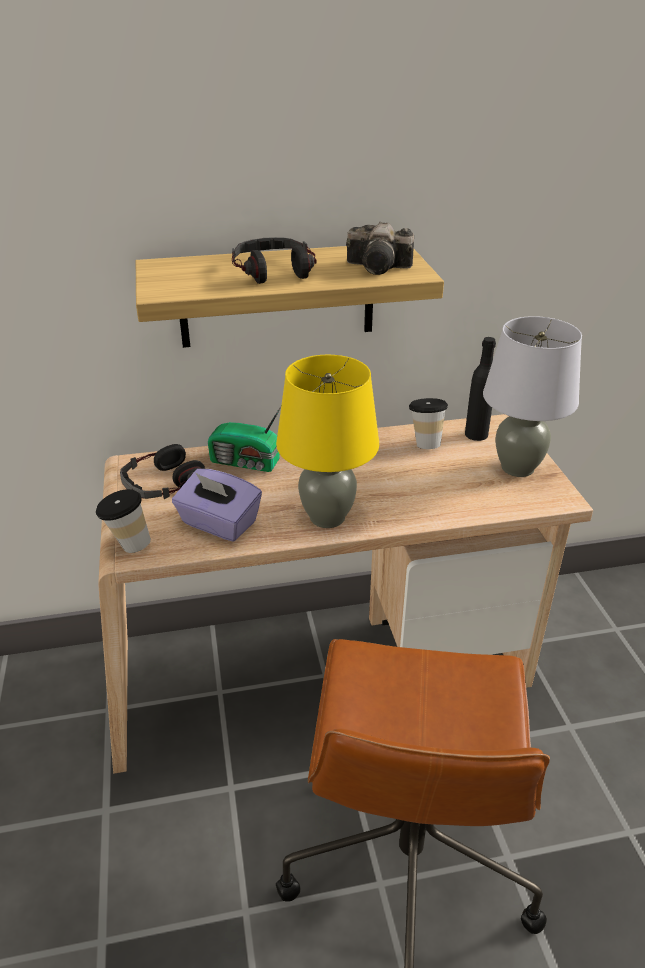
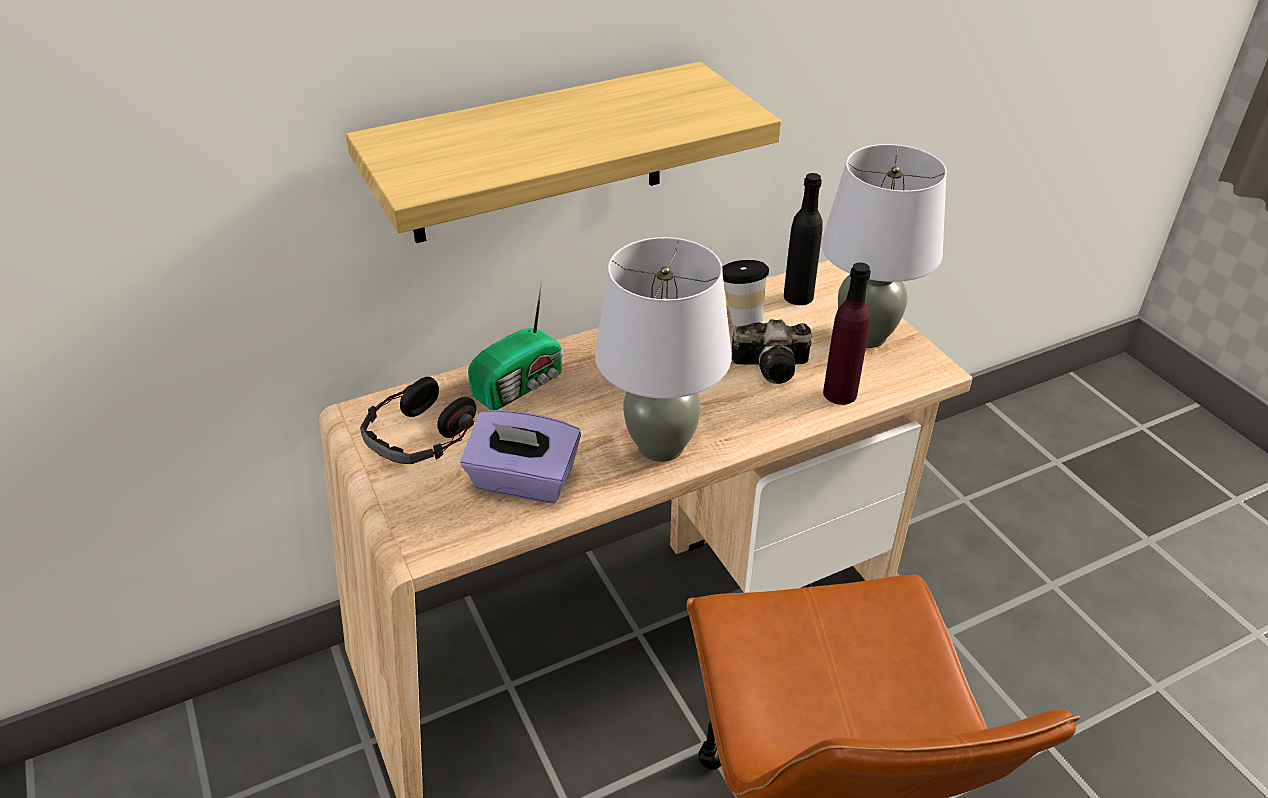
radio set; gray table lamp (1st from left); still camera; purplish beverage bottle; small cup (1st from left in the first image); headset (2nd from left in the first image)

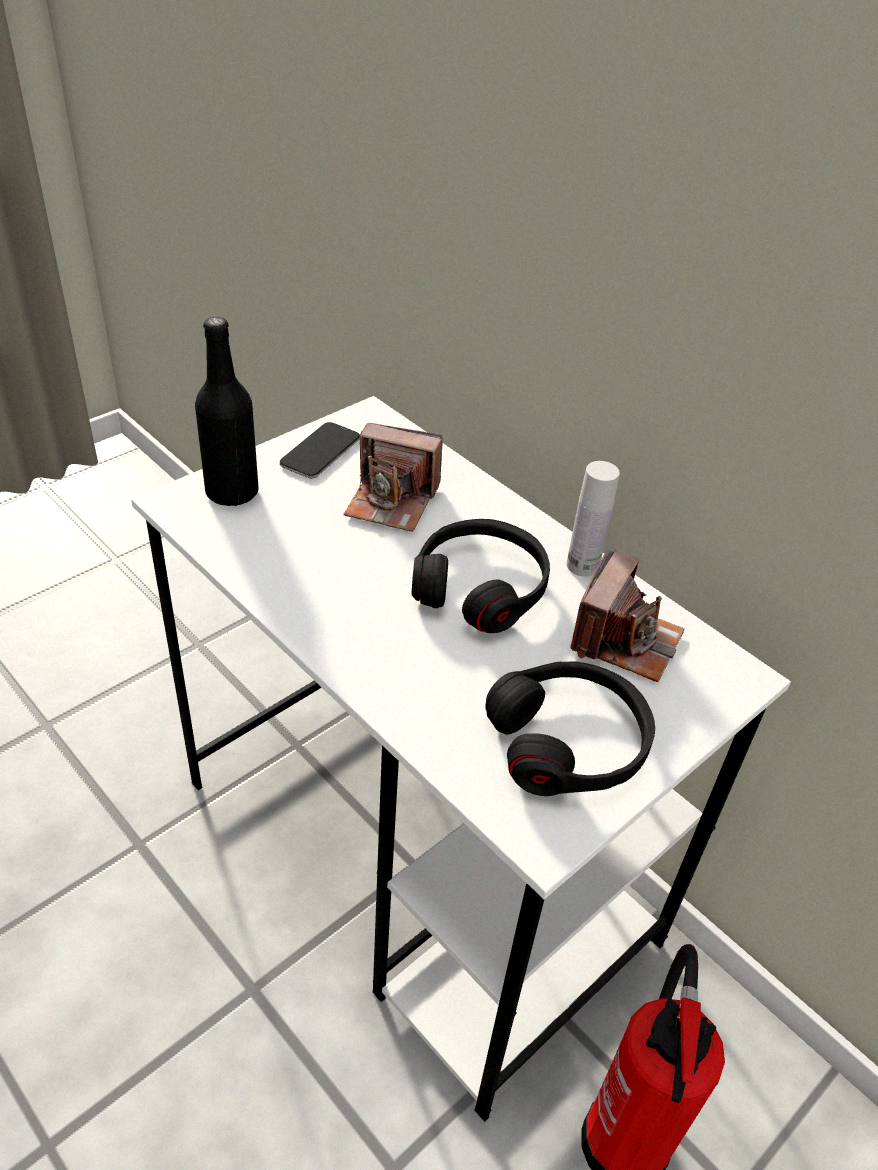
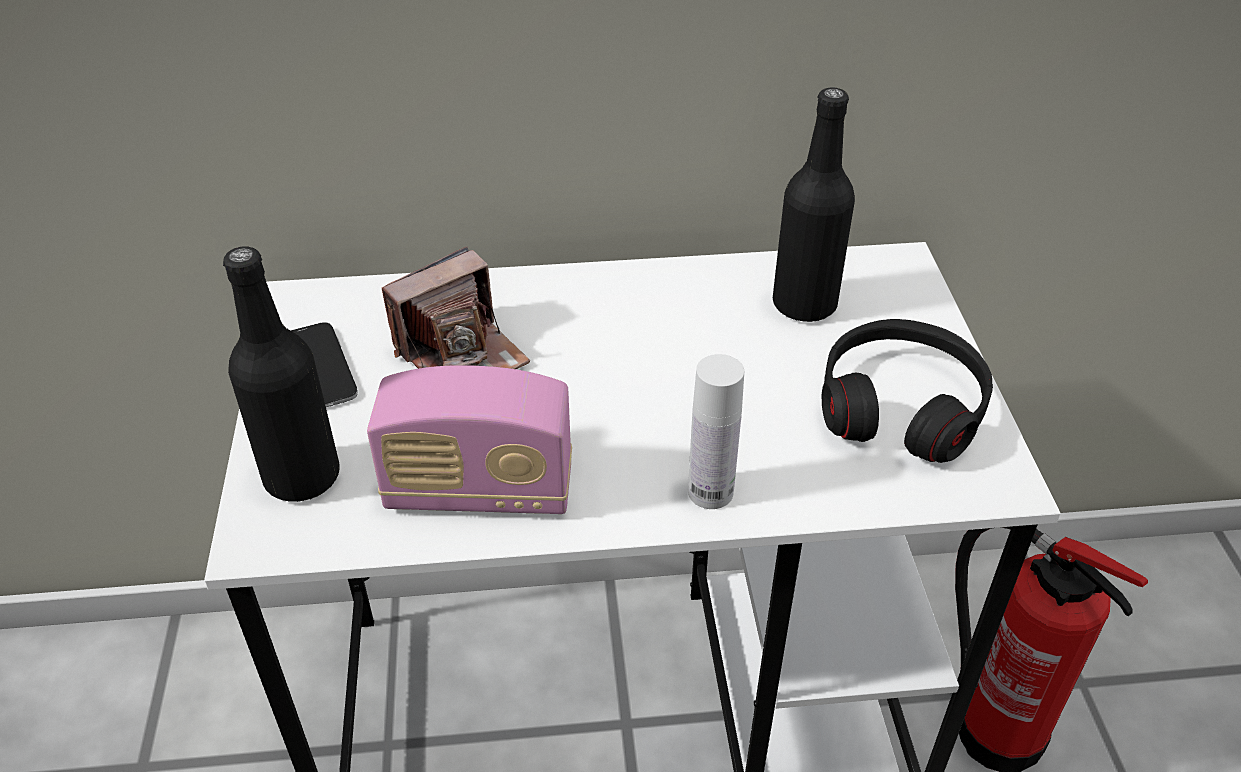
radio set; white beverage bottle; blackish beverage bottle (2nd from left); blackish headset (1st from left in the first image)

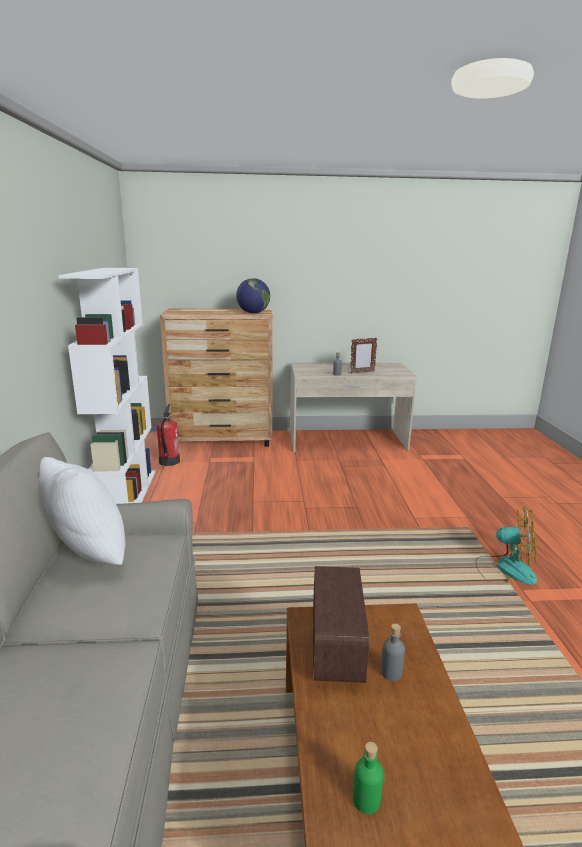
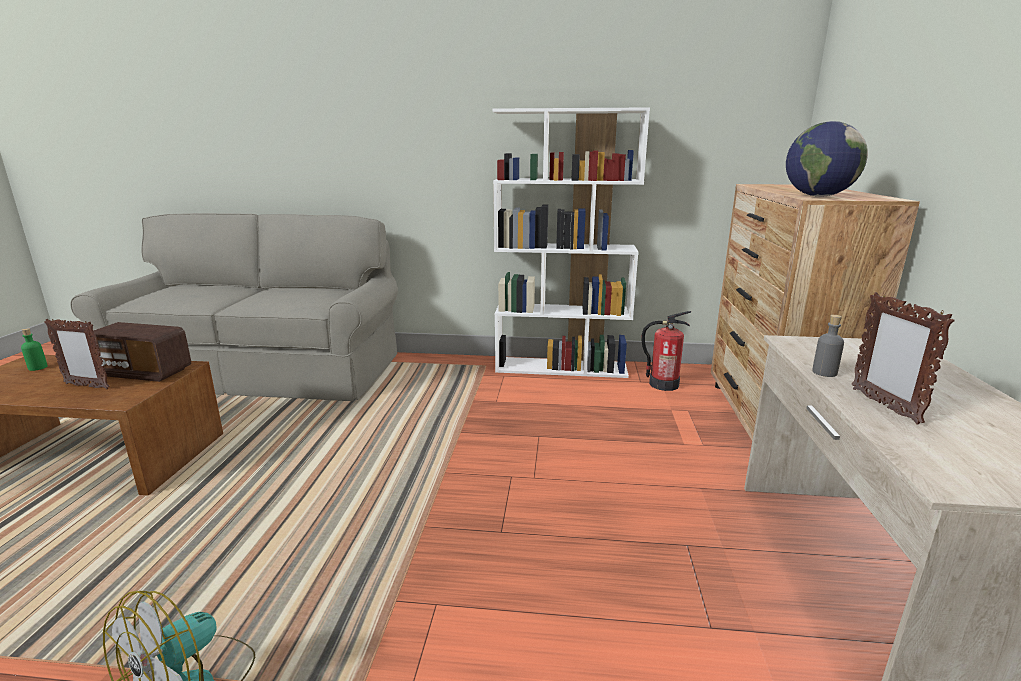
photo frame (1st from left); white pillow

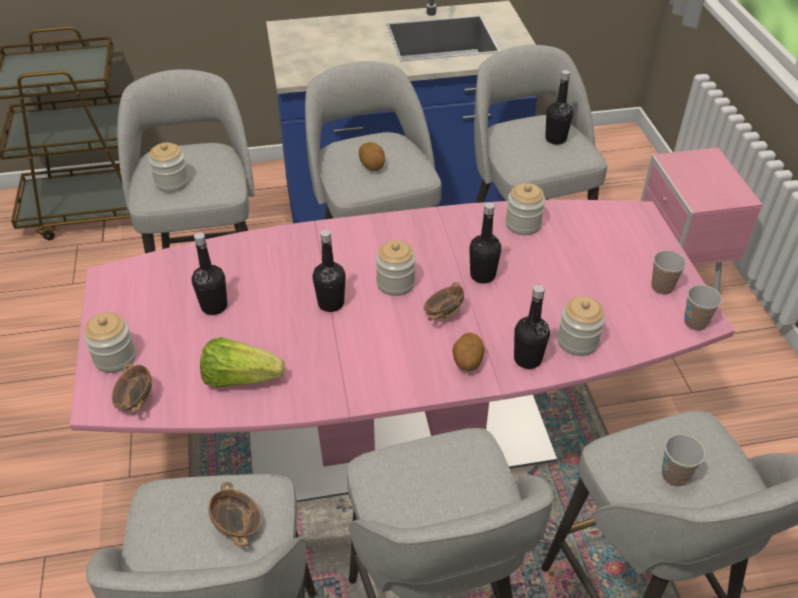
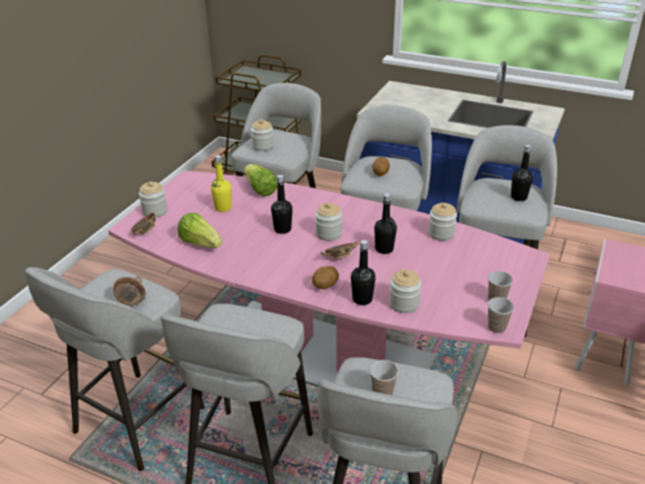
yellow-coloured beverage bottle; head of lettuce (2nd from left)

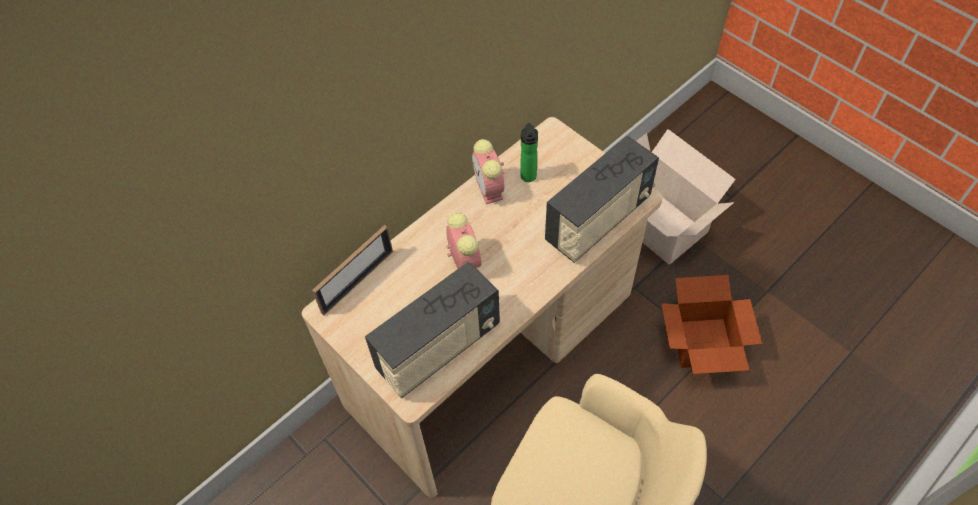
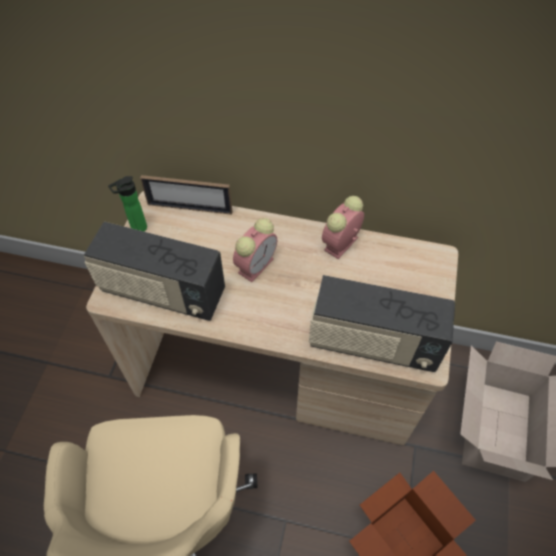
beverage bottle

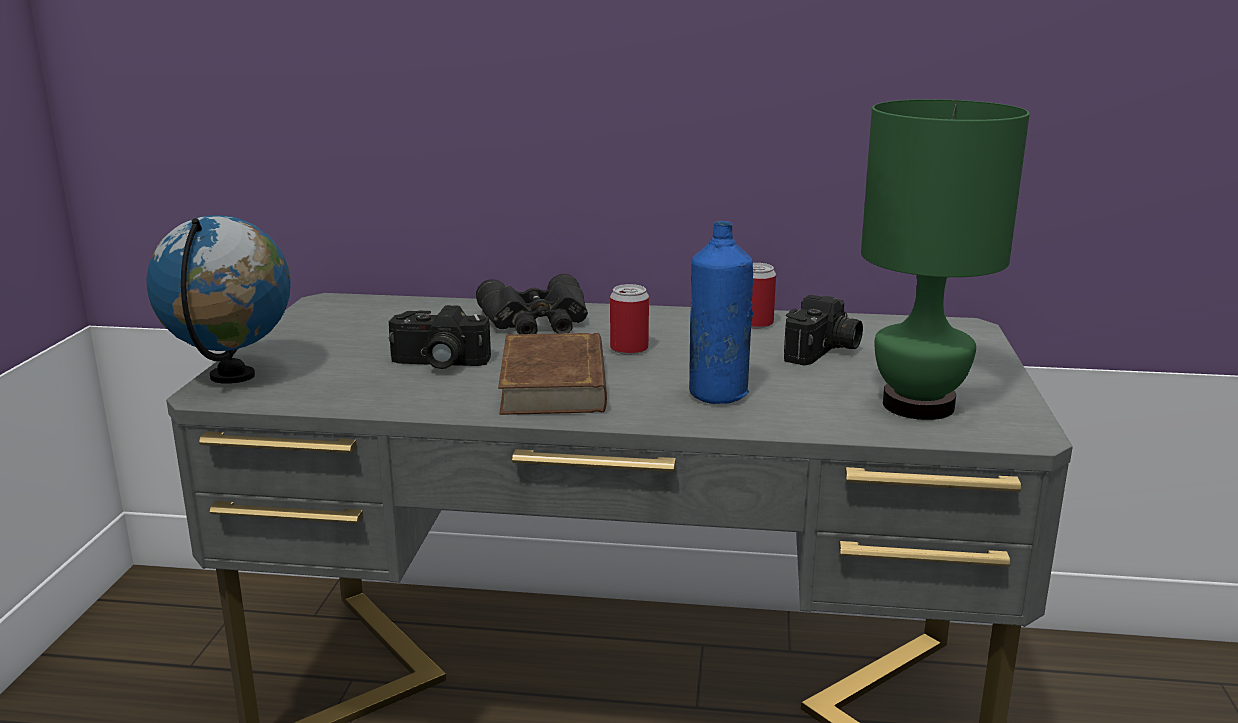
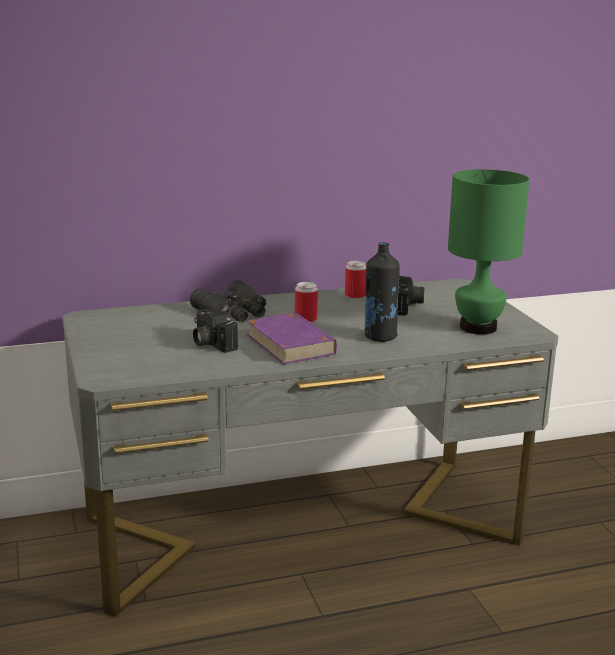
still camera (1st from left); purplish bound book; blackish beverage bottle; globe

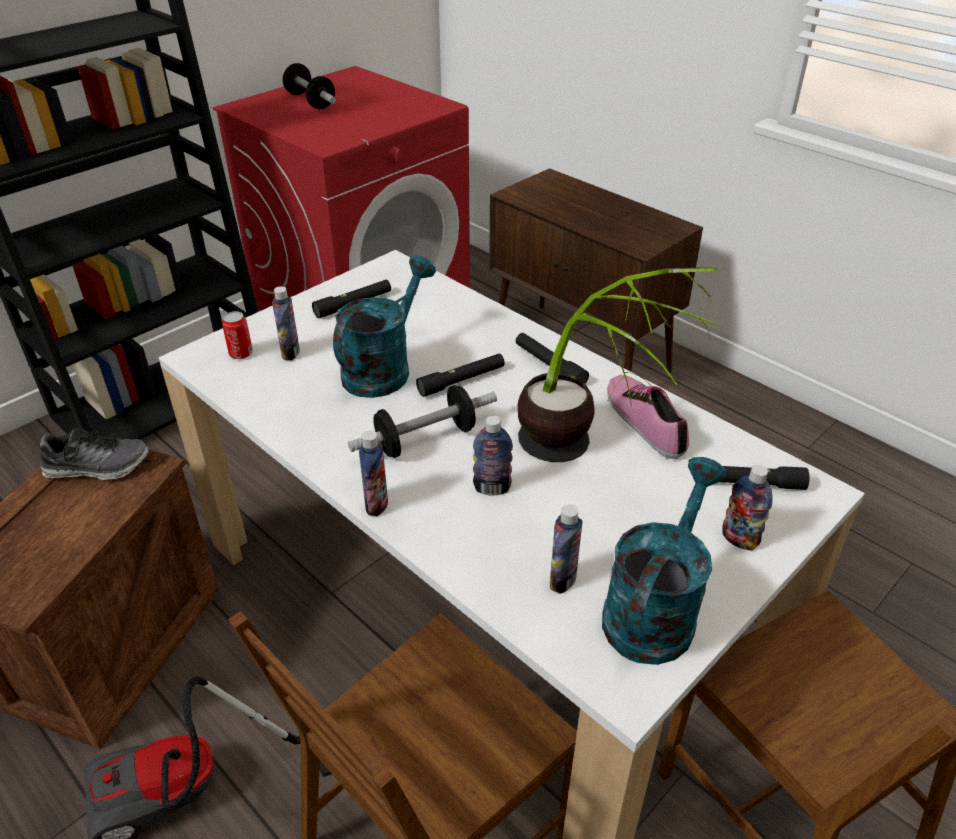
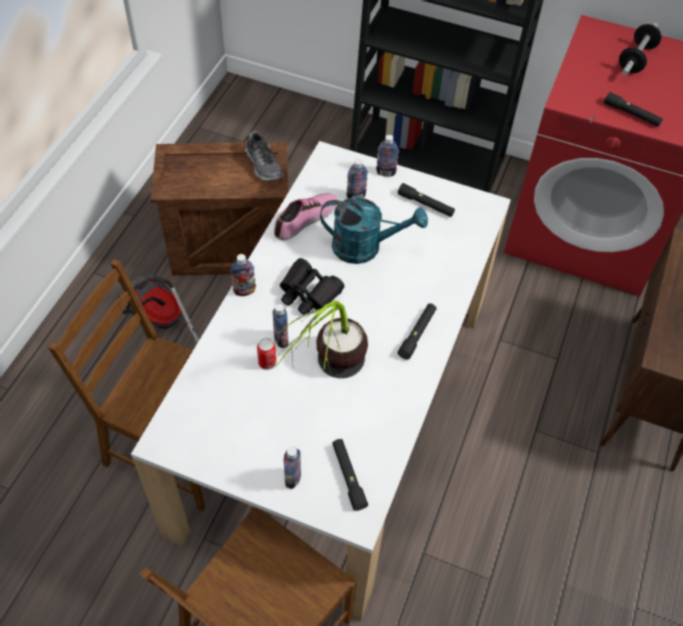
sealed can; item of footwear (2nd from left); blackish field glasses; beverage bottle (5th from left); blackish torch (4th from left); turquoise watering pot (2nd from left in the first image)

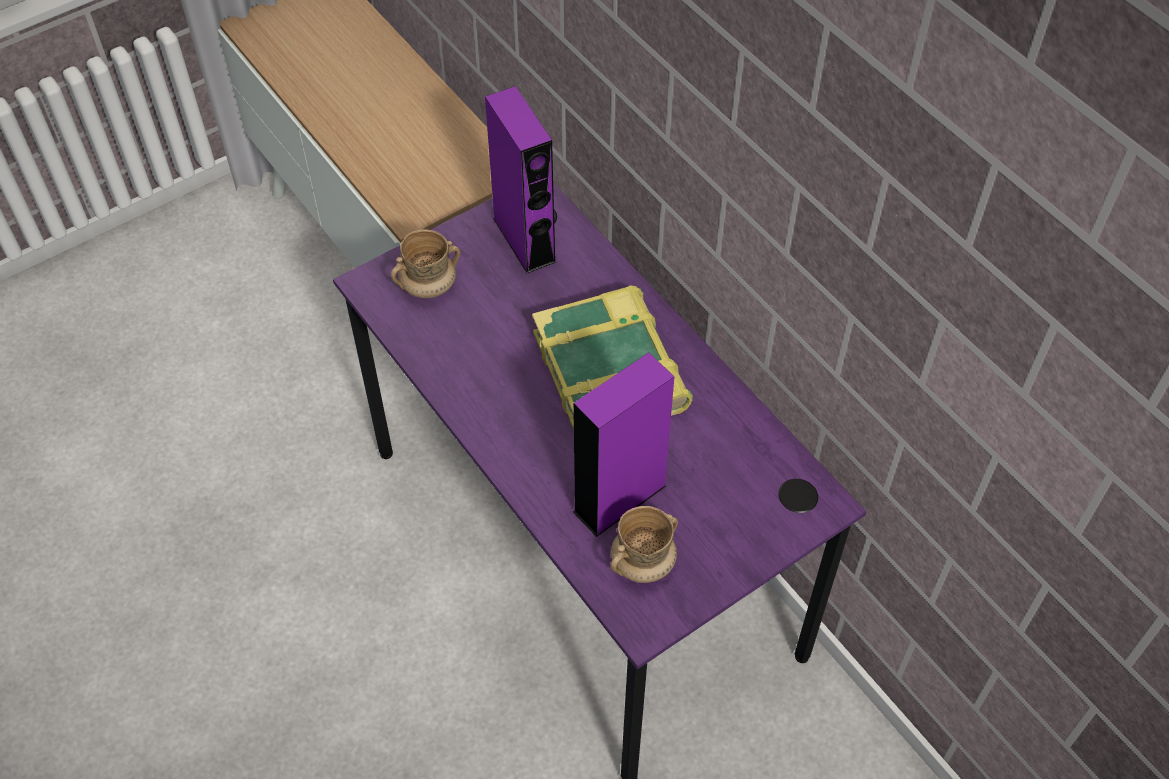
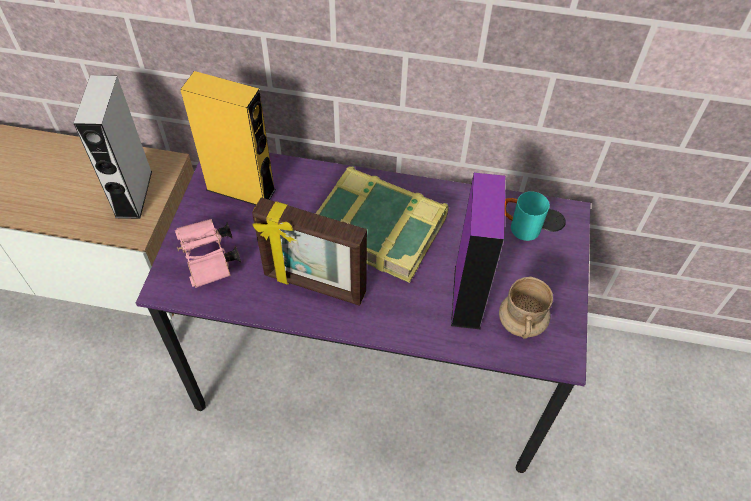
gray audio speaker; pink field glasses; yellow-coloured audio speaker; photo frame; turquoise mug

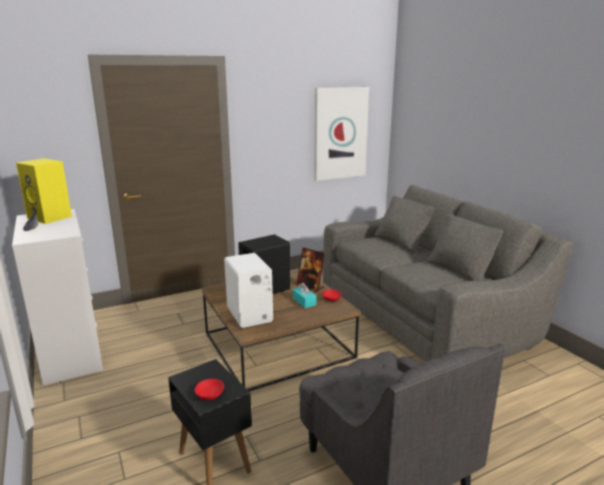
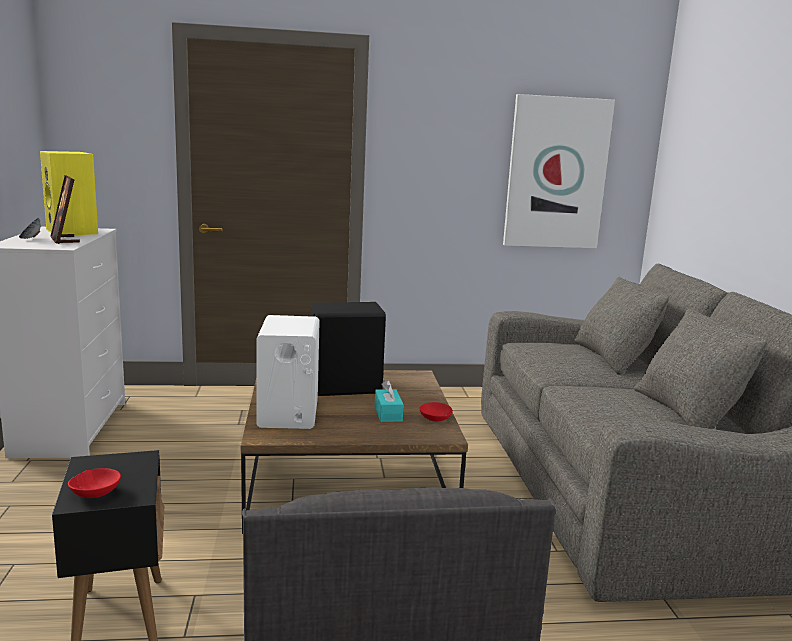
photo frame

